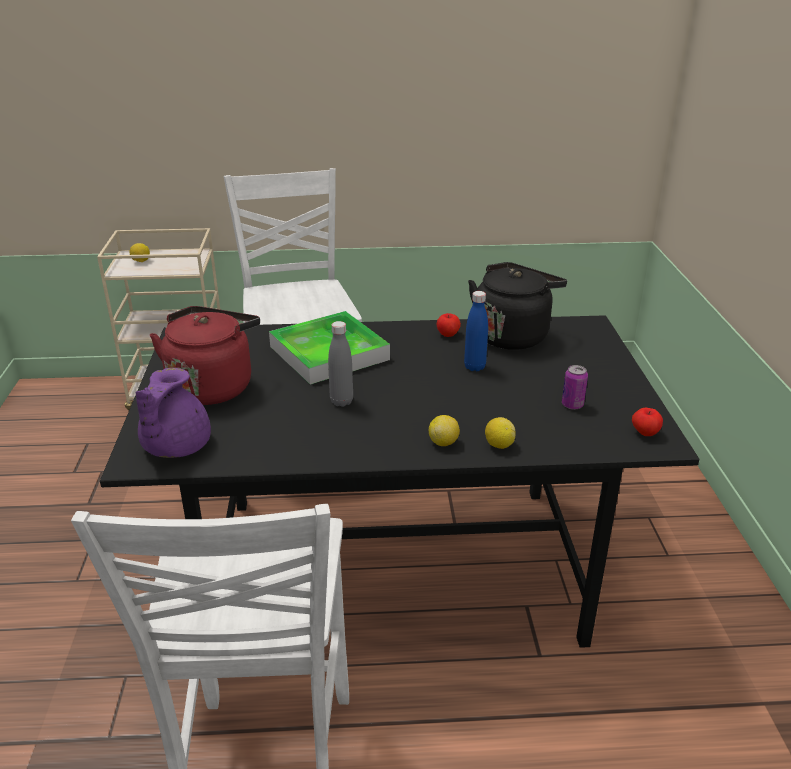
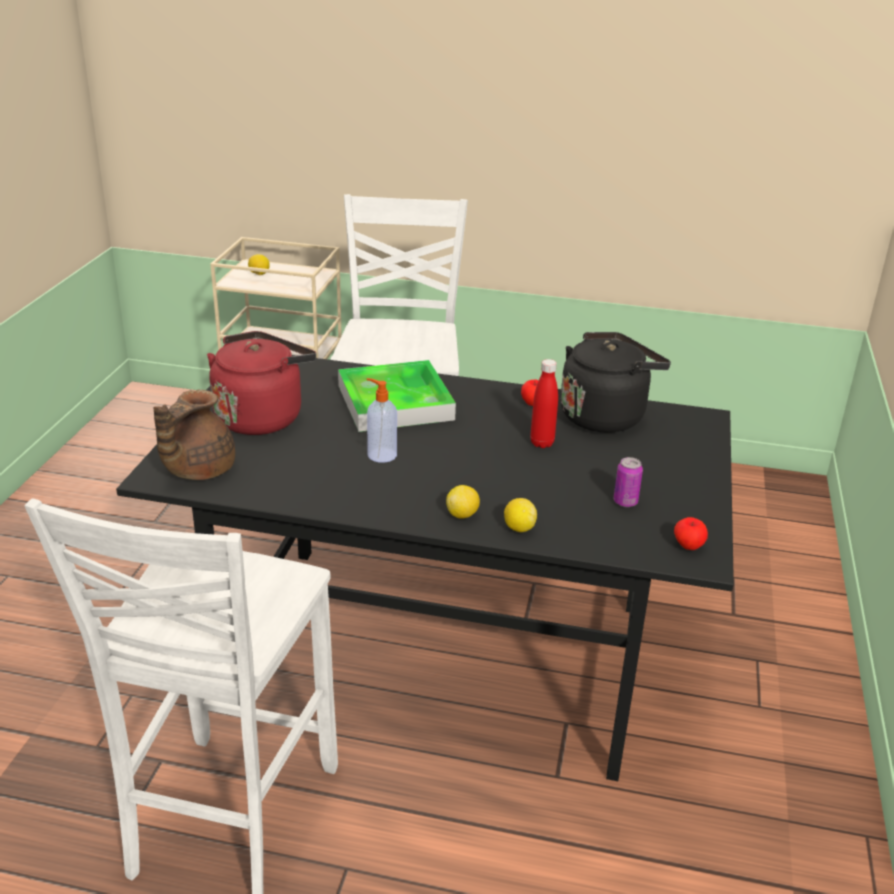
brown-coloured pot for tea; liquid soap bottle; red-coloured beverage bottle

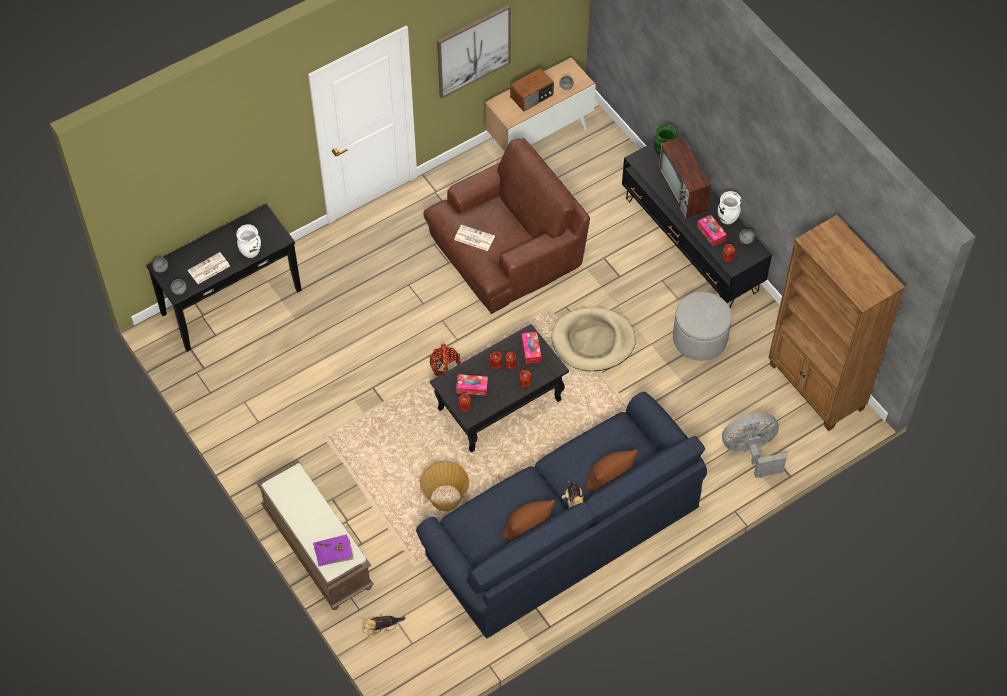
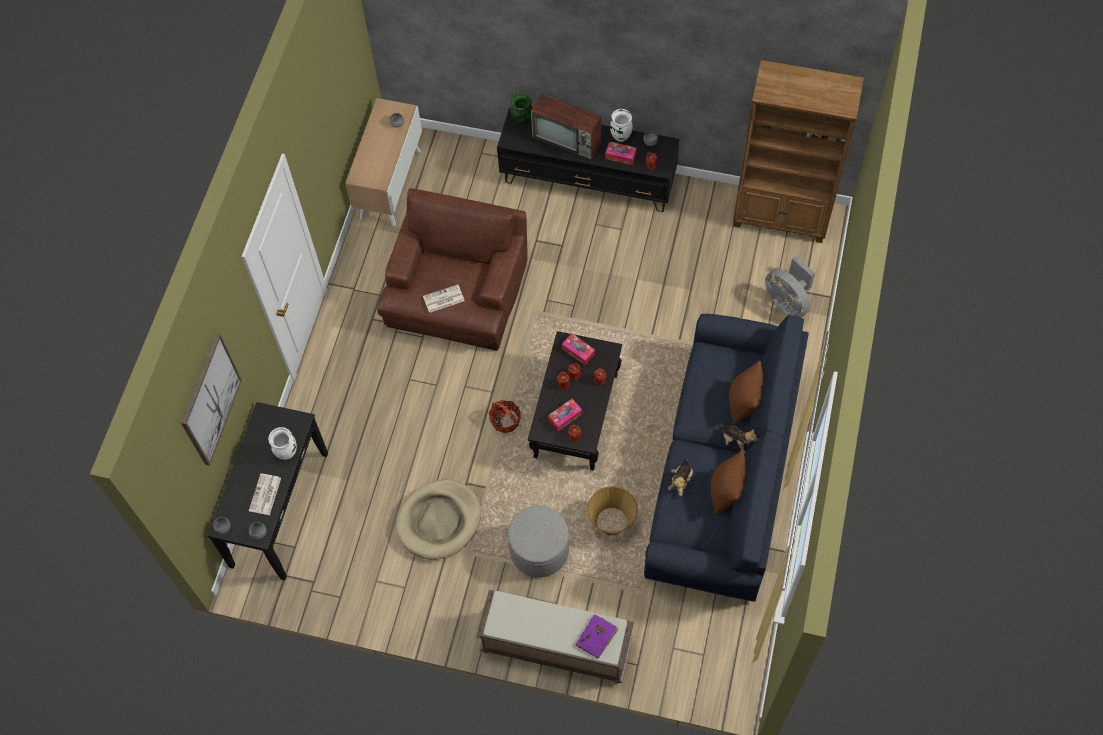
picture; sand-coloured dog bed; gray pouffe; cuddly toy (1st from left); gray fan; radio set

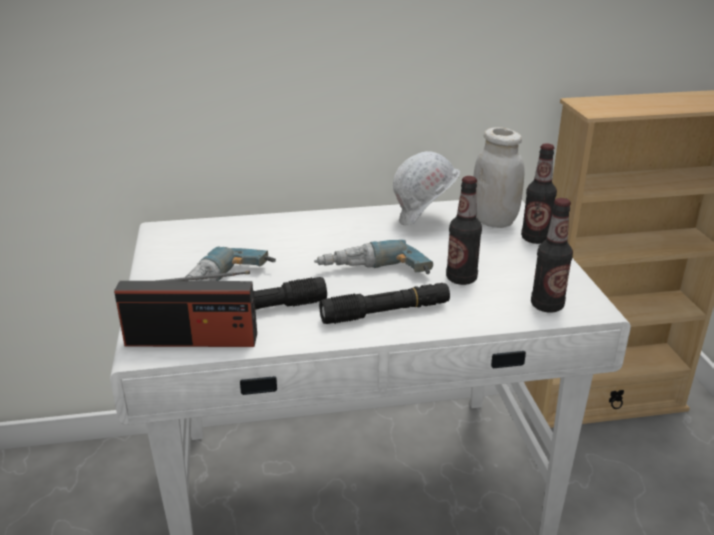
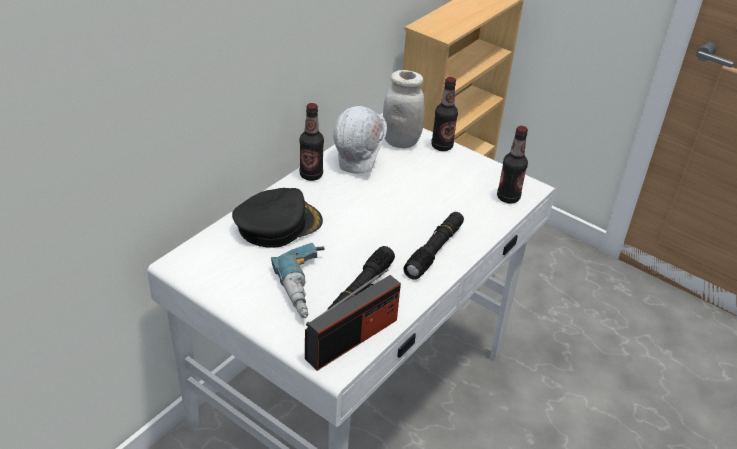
blackish peaked cap; beverage bottle (1st from left); electric drill (2nd from left in the first image)

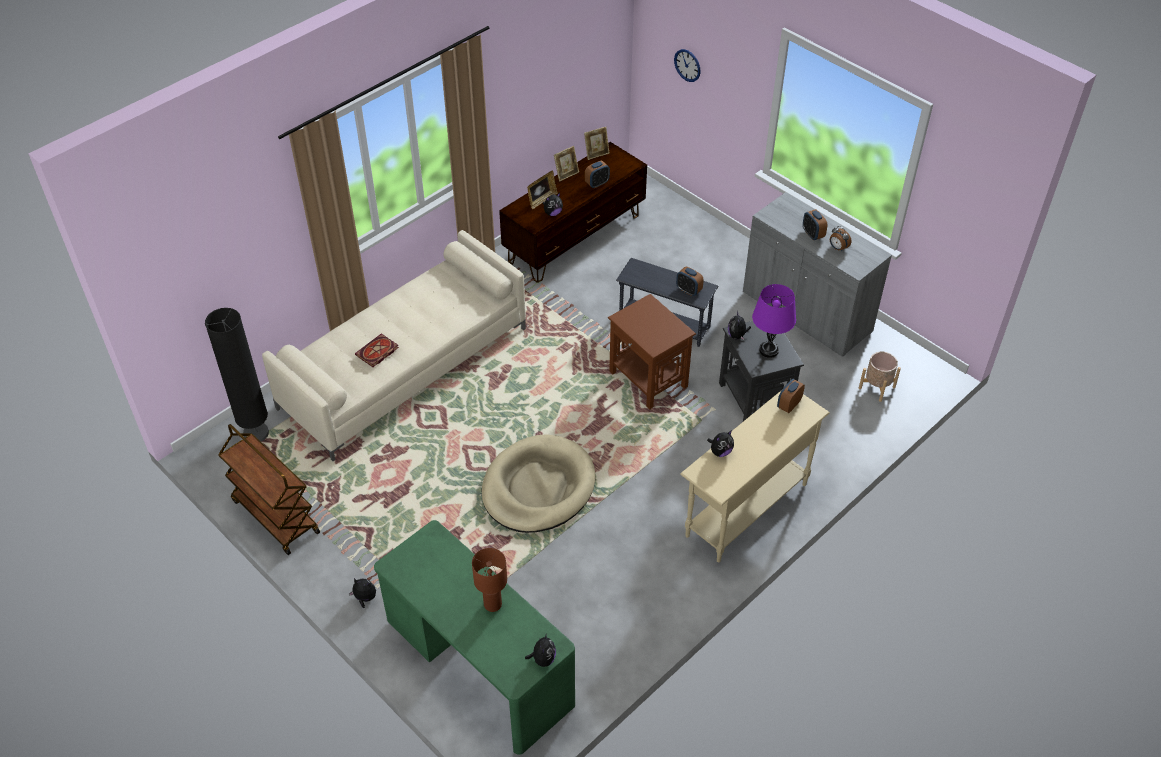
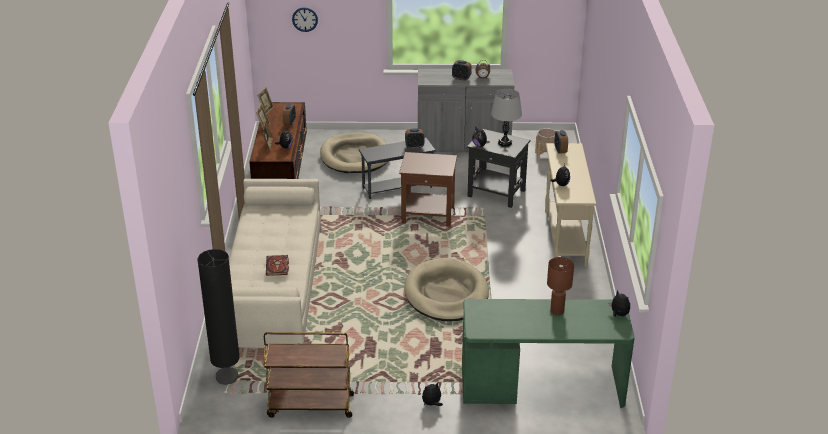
sand-coloured dog bed (1st from left); gray table lamp

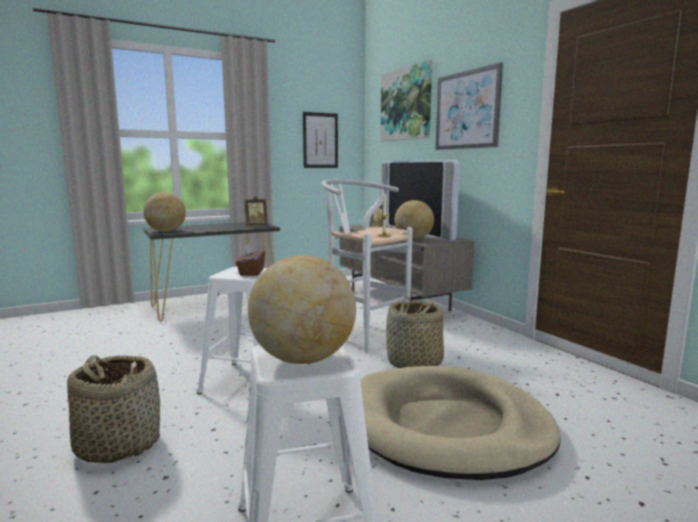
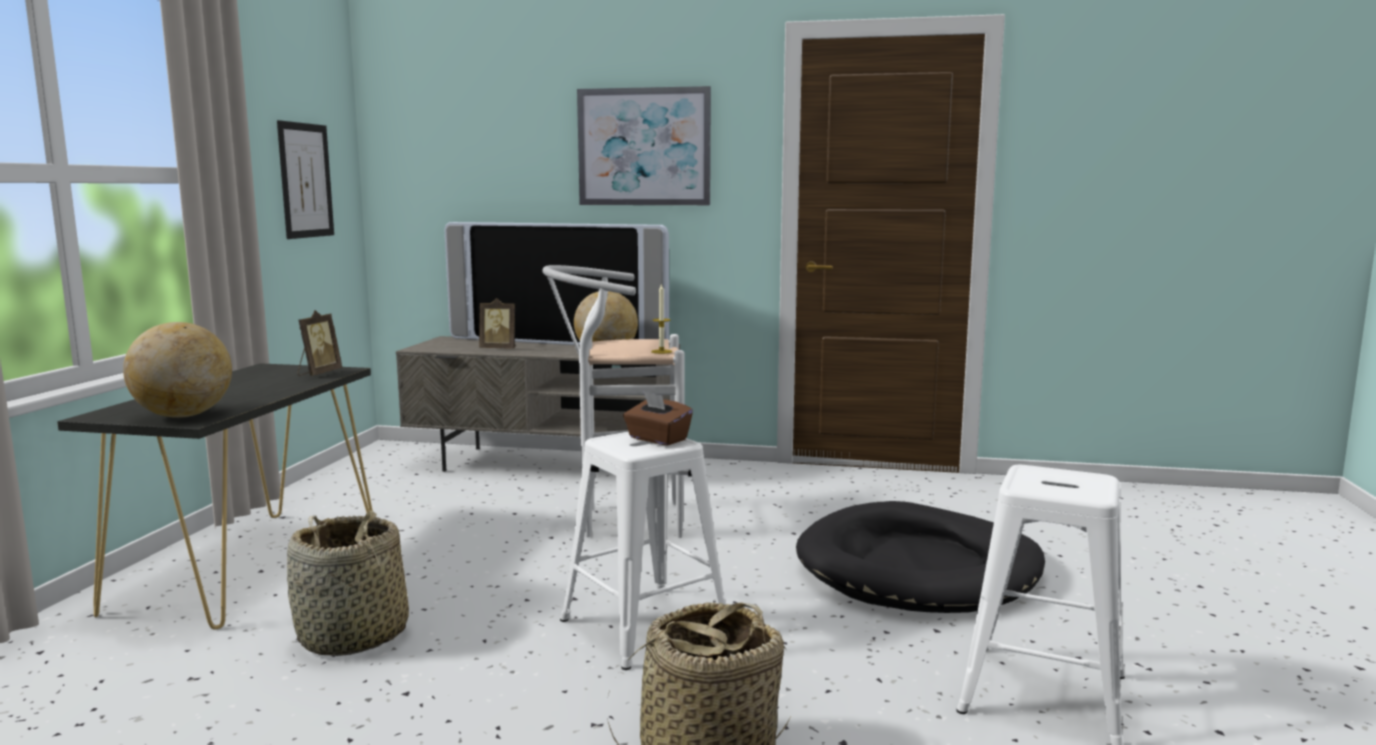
storage basket (1st from left); blackish dog bed; globe (2nd from left in the first image); picture (2nd from left in the first image)

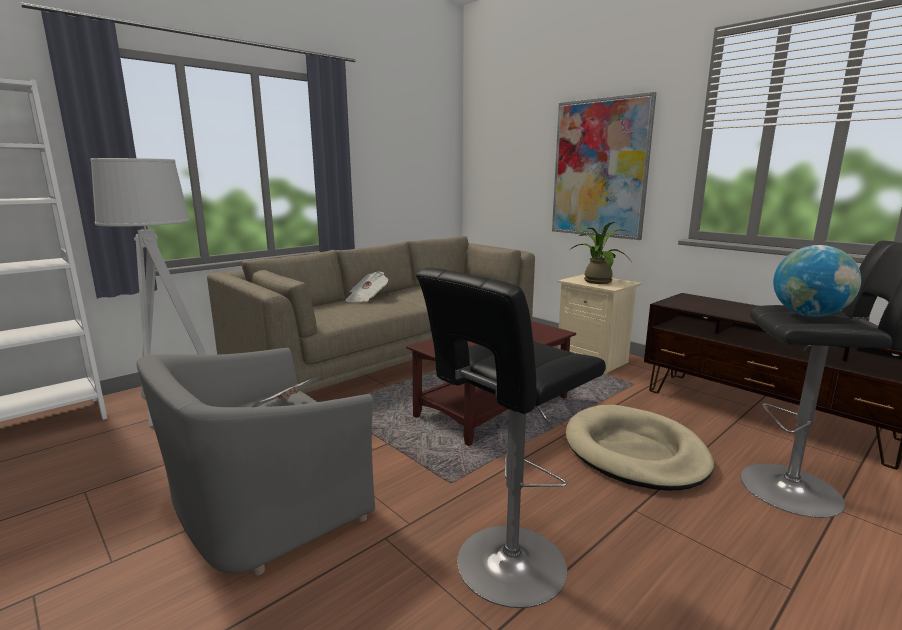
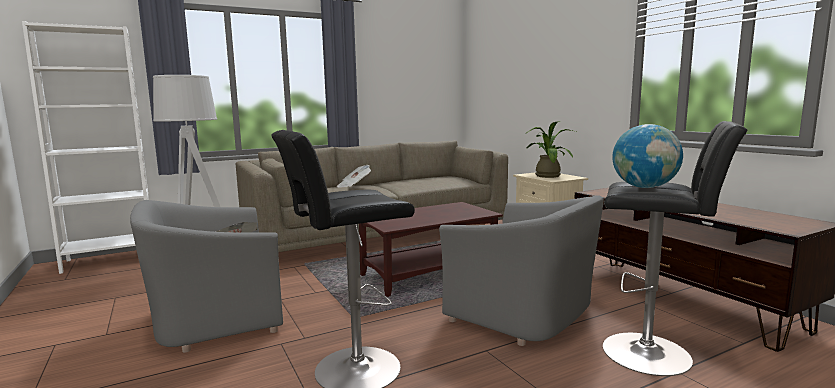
gray easy chair (2nd from left); picture

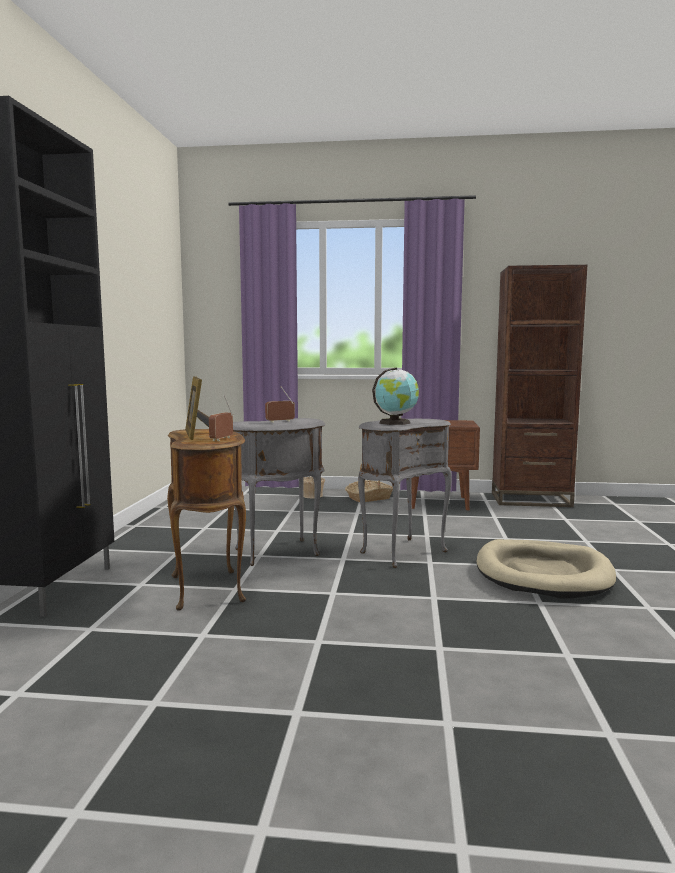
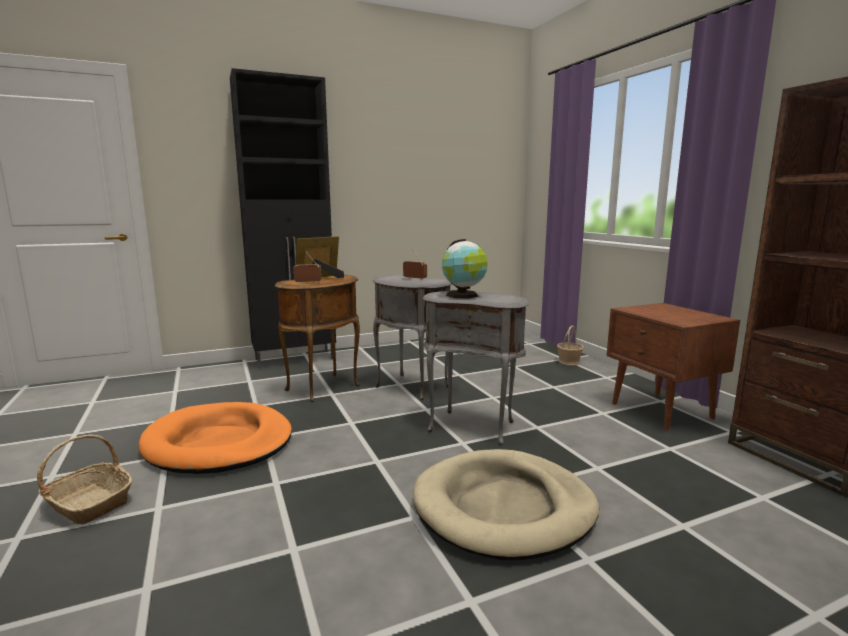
storage basket (1st from left); orangey dog bed

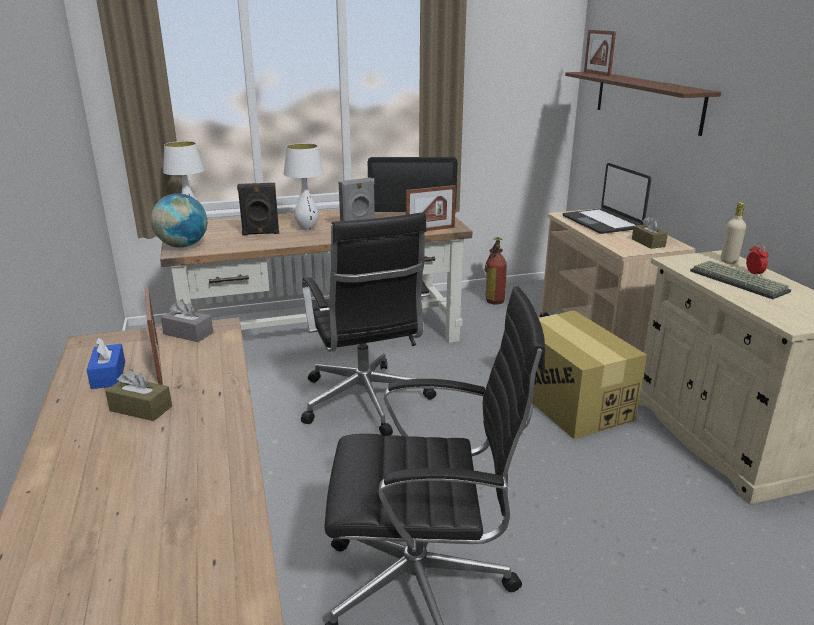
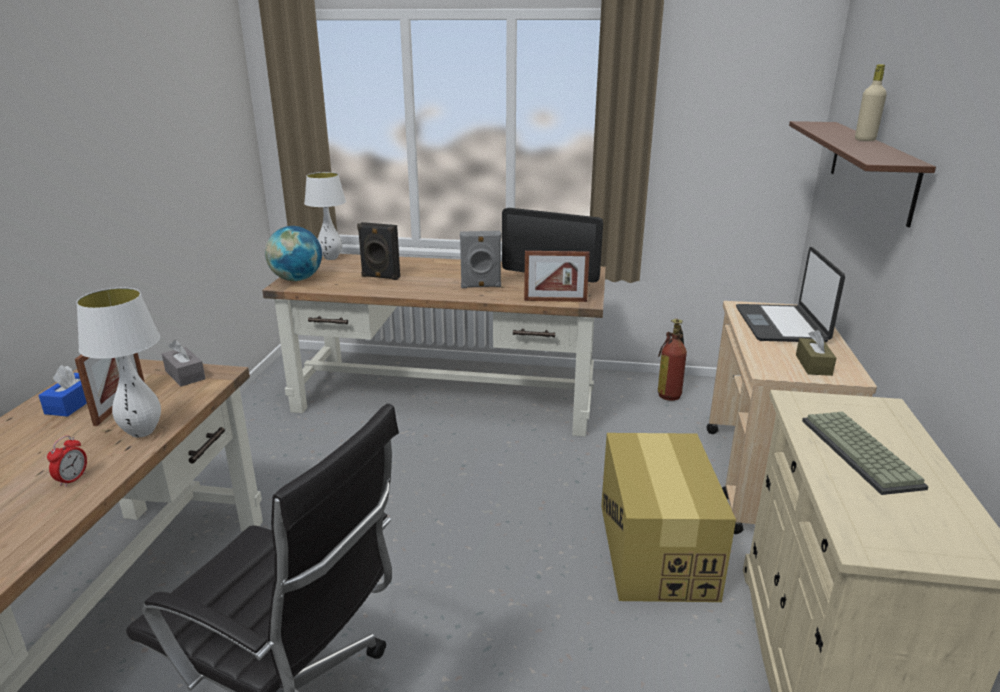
table clock; white table lamp (1st from left); sand-coloured beverage bottle; brown-coloured box of tissues (1st from left in the first image); blackish computer chair (1st from left in the first image); photo frame (3rd from left in the first image)

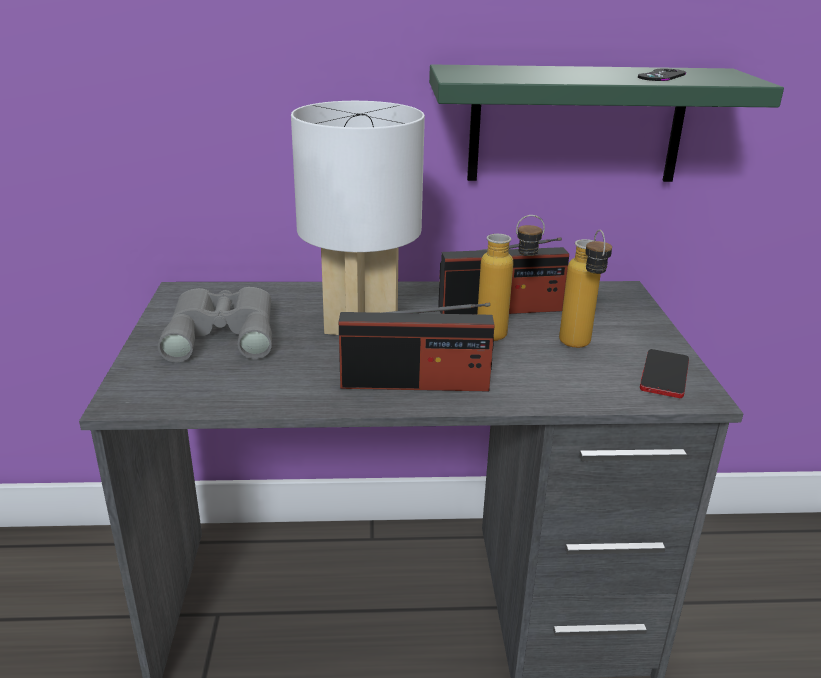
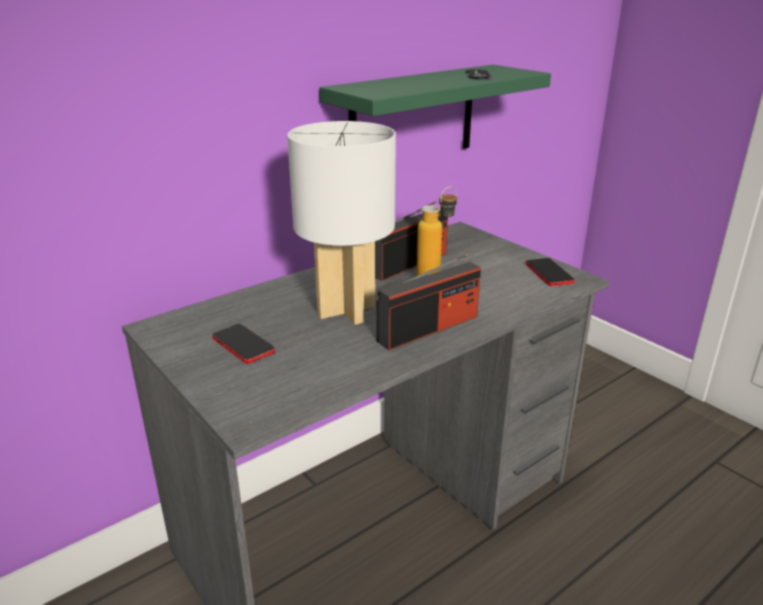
telephone (1st from left); beverage bottle (2nd from left in the first image)

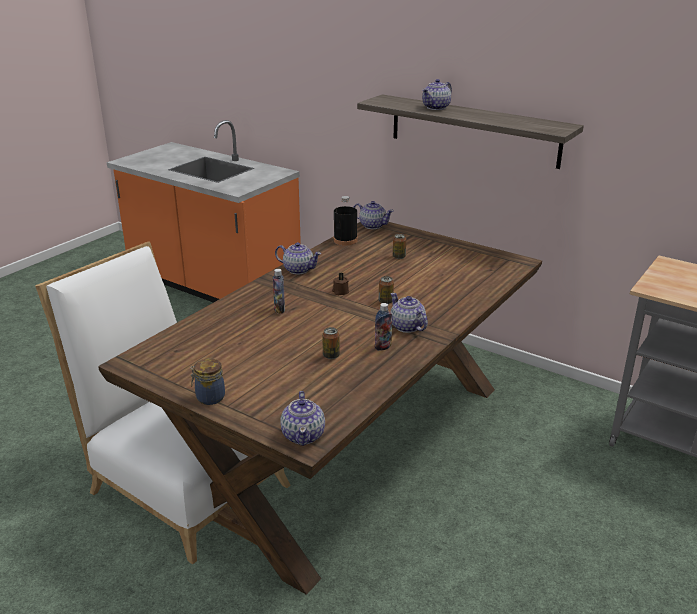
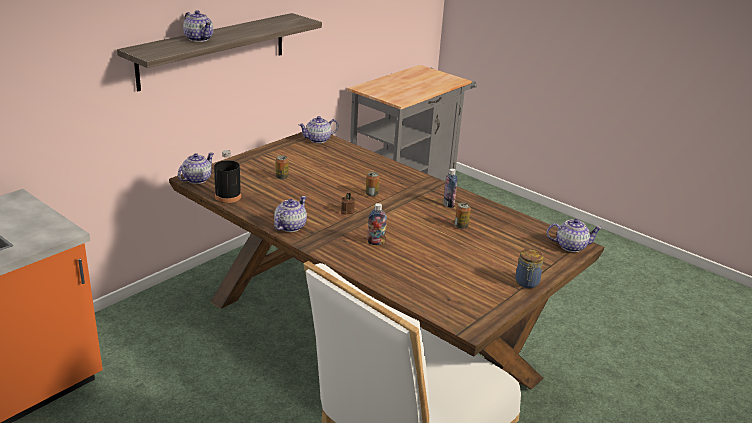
pot for tea (4th from left)

